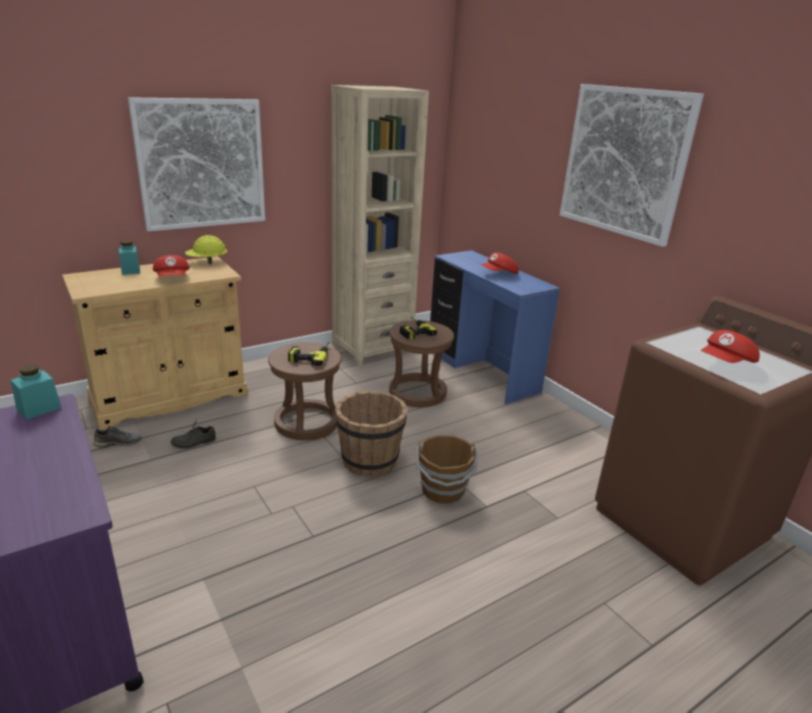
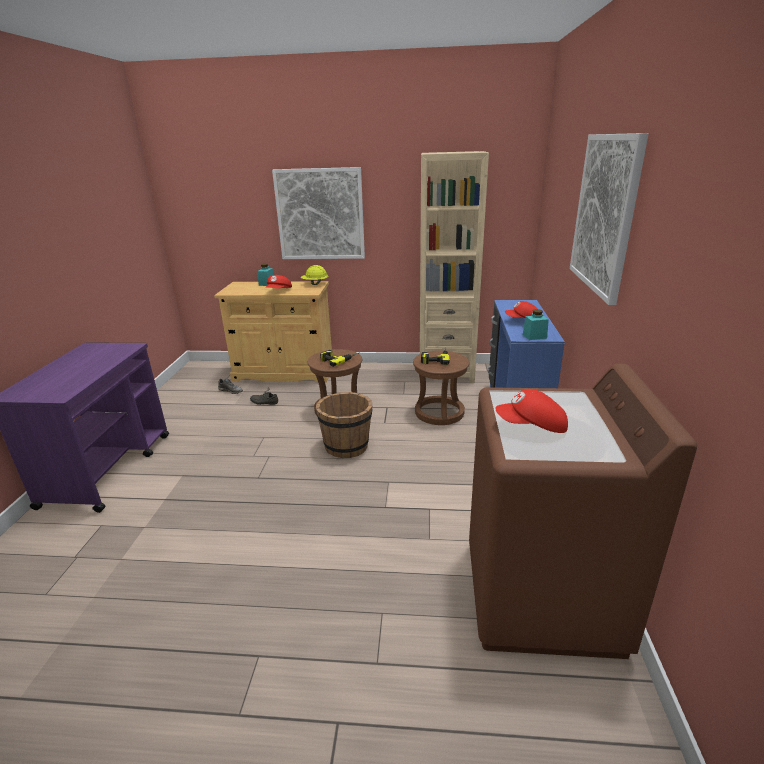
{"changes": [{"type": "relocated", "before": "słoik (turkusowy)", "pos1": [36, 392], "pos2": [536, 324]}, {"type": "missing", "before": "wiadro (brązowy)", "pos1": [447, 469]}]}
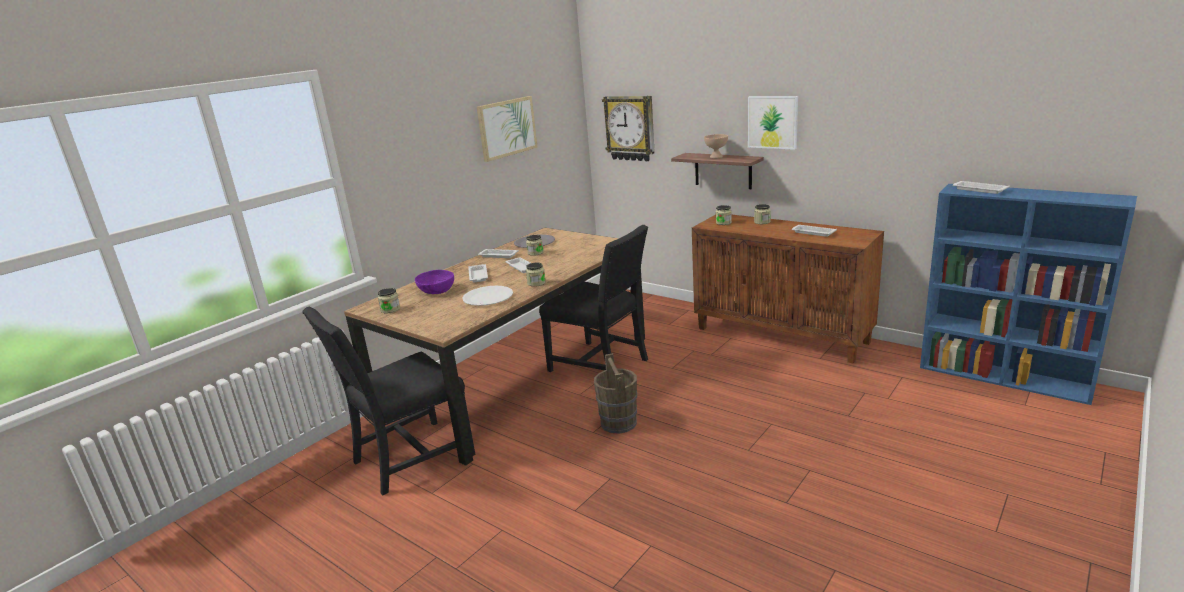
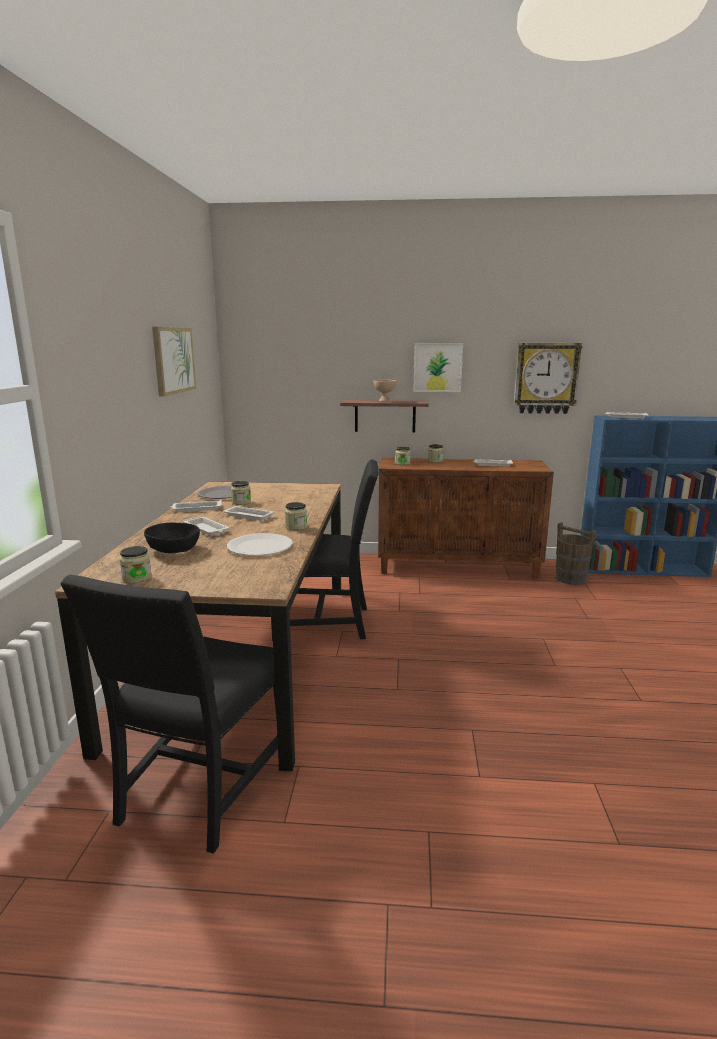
{"changes": [{"type": "colour", "before": "miska (fioletowy)", "after": "miska (czarny)", "pos1": [434, 282], "pos2": [172, 538]}, {"type": "relocated", "before": "zegar ścienny", "pos1": [628, 128], "pos2": [548, 378]}, {"type": "relocated", "before": "wiadro (brązowy)", "pos1": [615, 393], "pos2": [576, 553]}]}
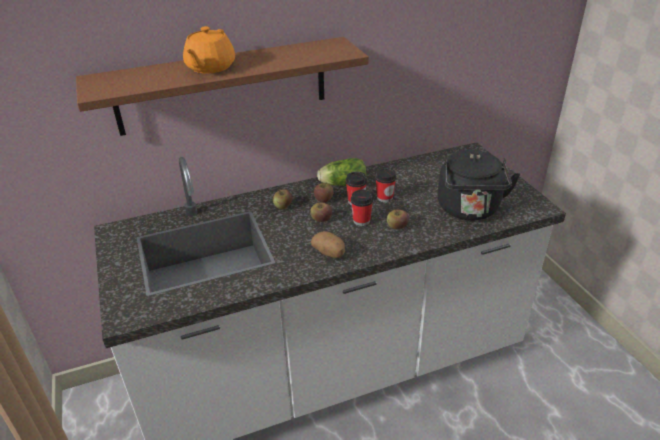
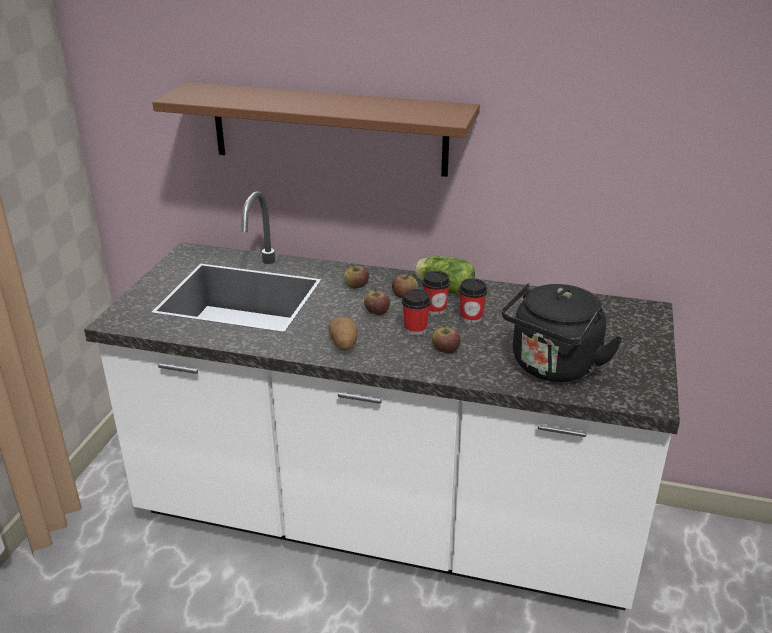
{"changes": [{"type": "missing", "before": "imbryk (pomarańczowy)", "pos1": [209, 50]}]}
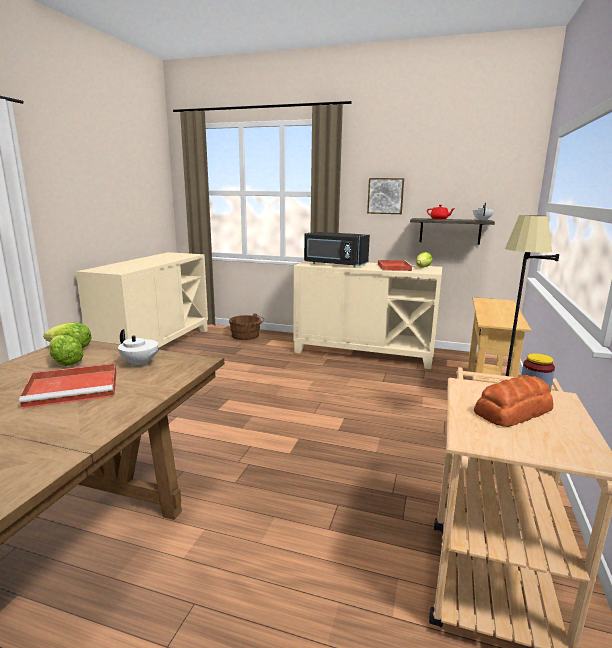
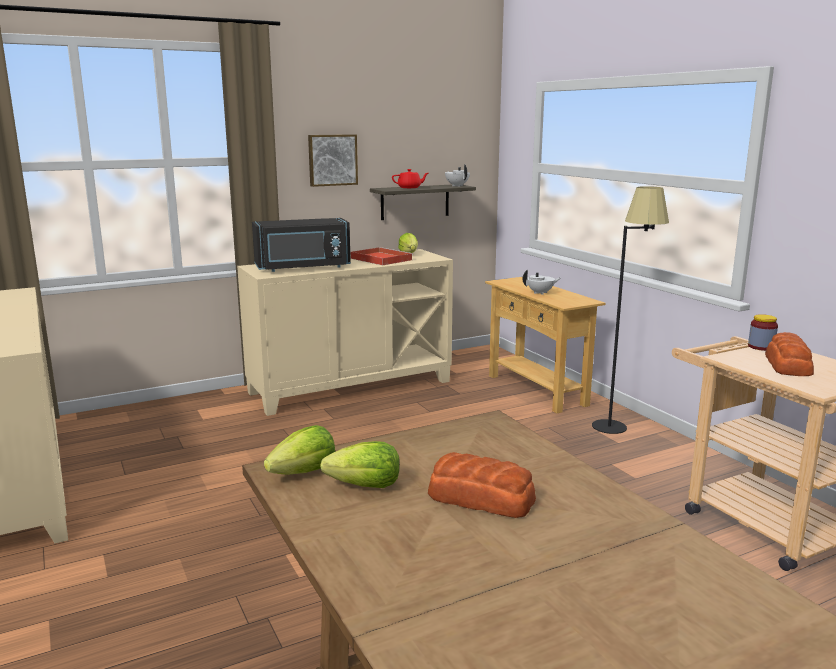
{"changes": [{"type": "exchanged", "before": "taca (czerwony)", "after": "chleb", "pos1": [67, 386], "pos2": [482, 485]}, {"type": "relocated", "before": "imbryk (biały)", "pos1": [139, 348], "pos2": [541, 282]}, {"type": "missing", "before": "wiadro (brązowy)", "pos1": [246, 326]}]}
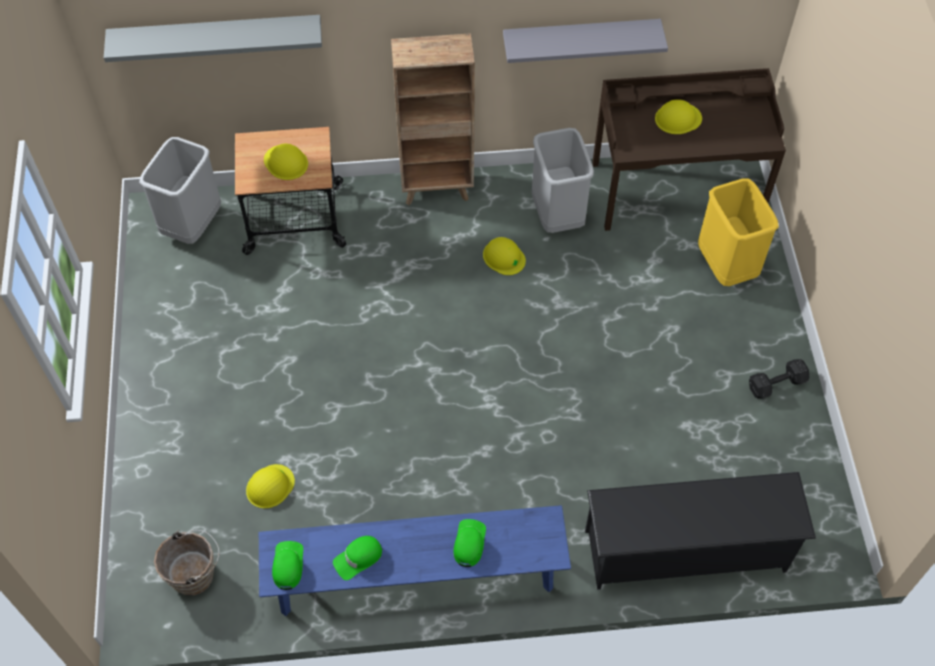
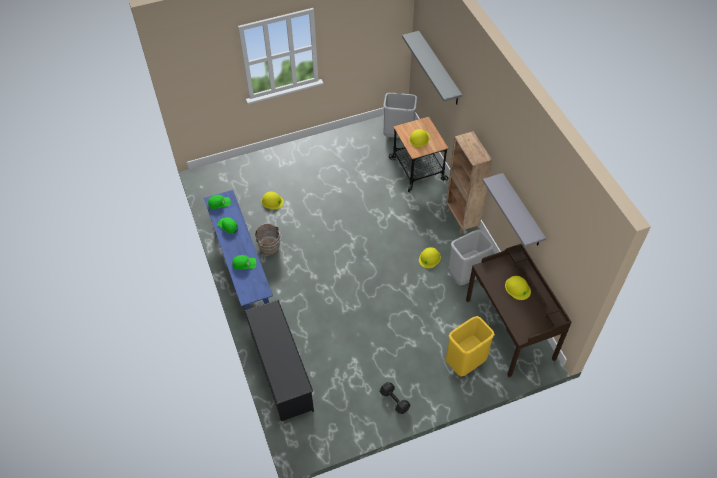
{"changes": [{"type": "relocated", "before": "wiadro (brązowy)", "pos1": [187, 563], "pos2": [268, 239]}]}
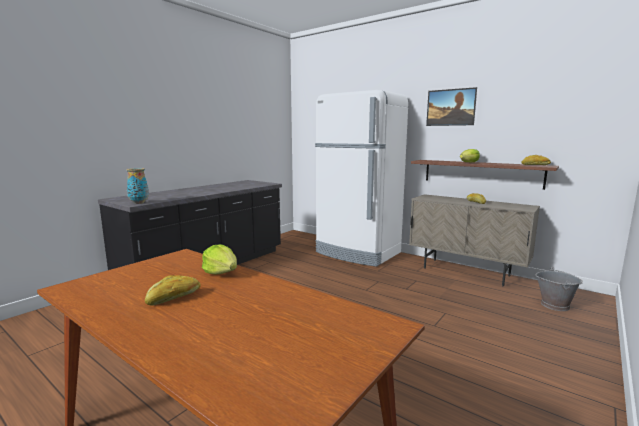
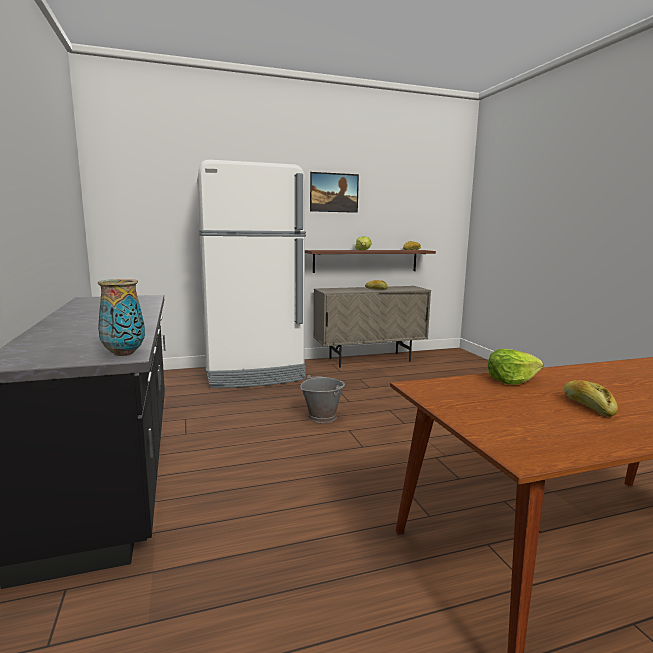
{"changes": [{"type": "relocated", "before": "wiadro (szary)", "pos1": [559, 289], "pos2": [322, 399]}]}
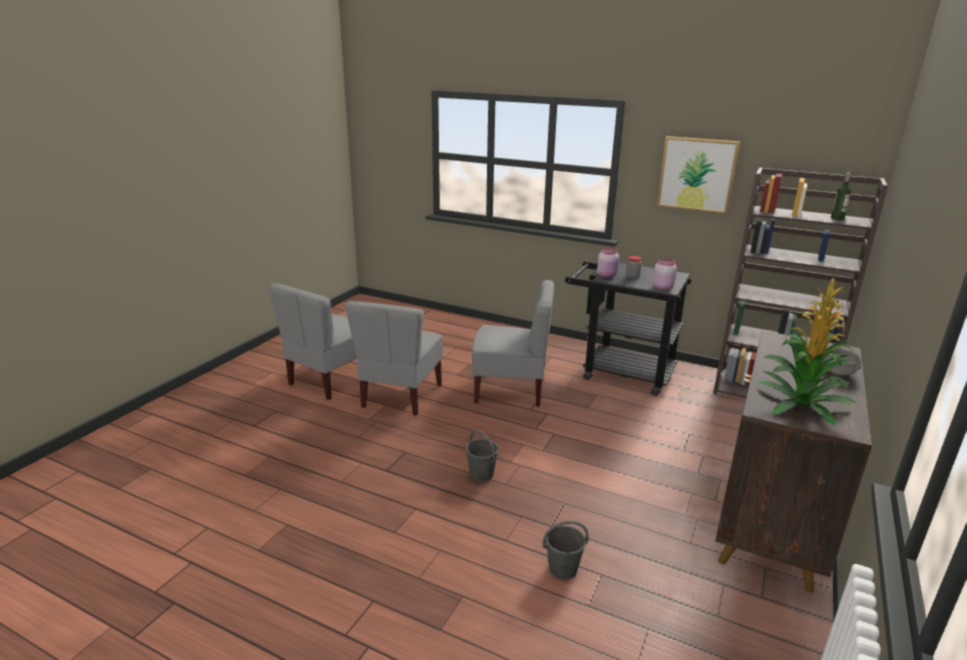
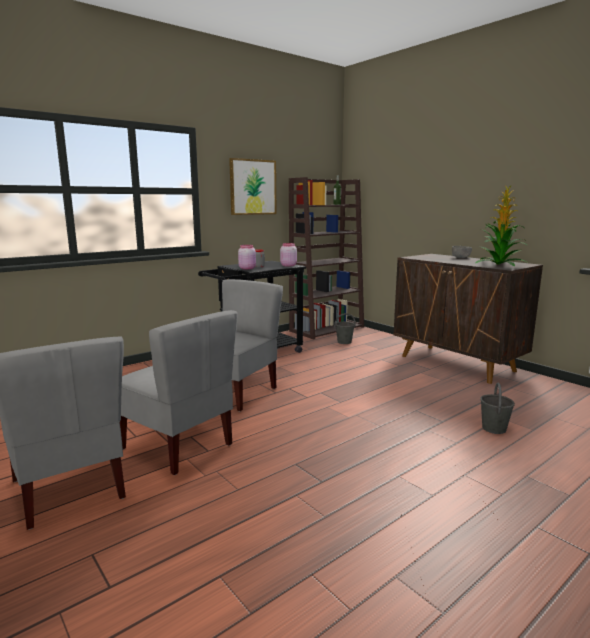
{"changes": [{"type": "relocated", "before": "wiadro (szary)", "pos1": [482, 456], "pos2": [345, 328]}]}
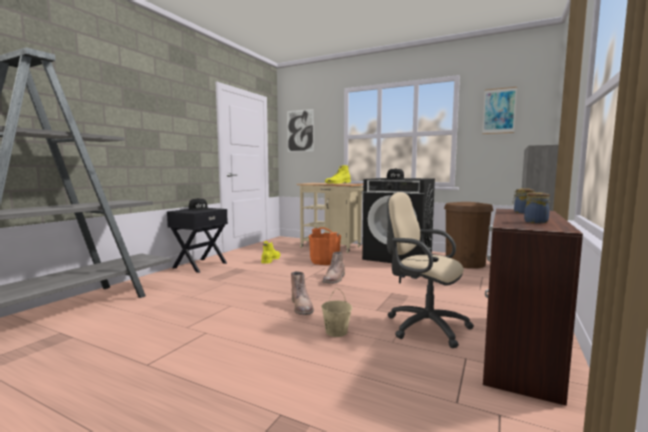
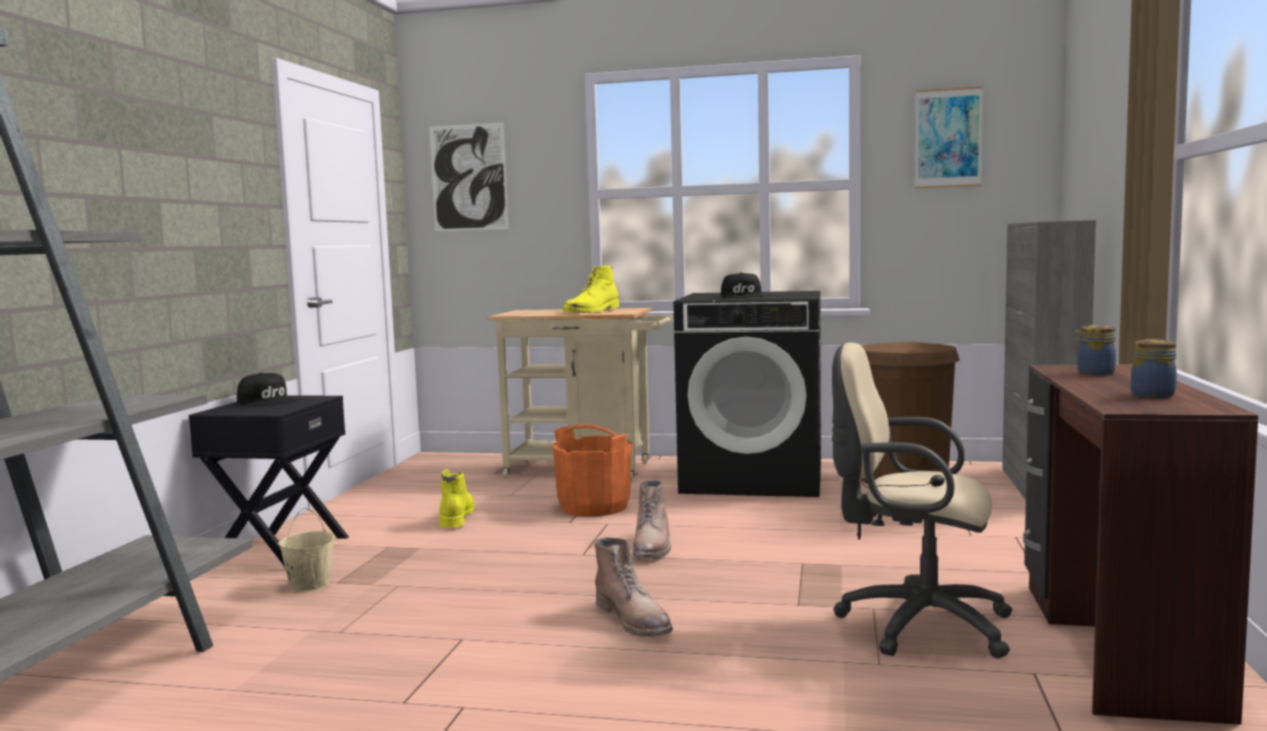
{"changes": [{"type": "relocated", "before": "wiadro (beżowy)", "pos1": [336, 312], "pos2": [306, 550]}]}
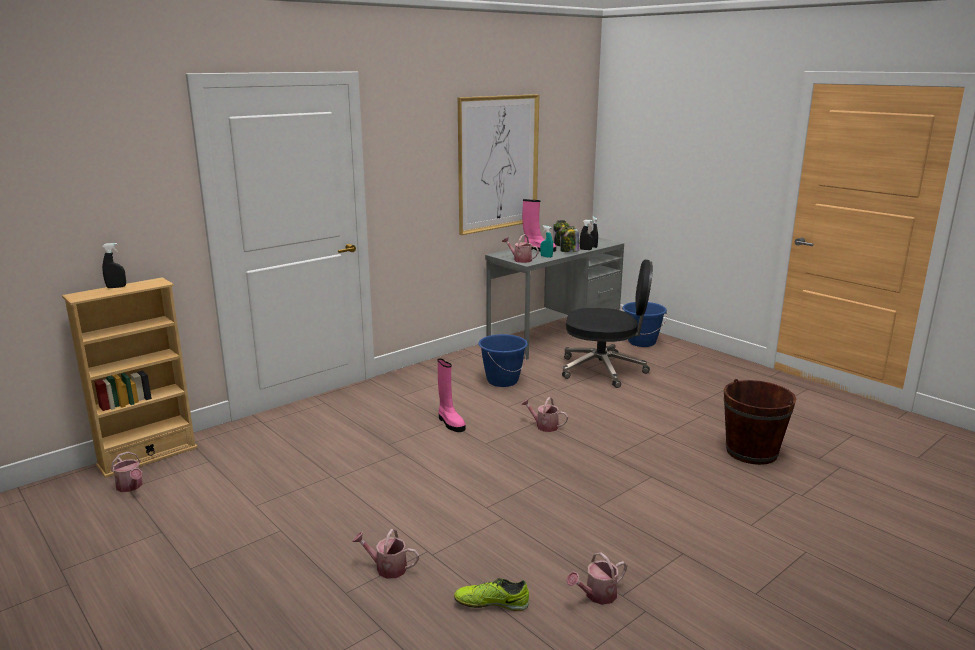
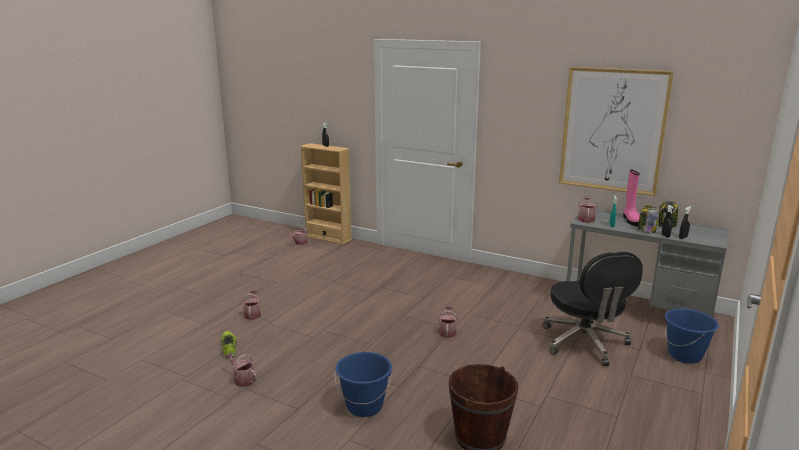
{"changes": [{"type": "relocated", "before": "wiadro (niebieski)", "pos1": [503, 360], "pos2": [363, 384]}, {"type": "missing", "before": "but z cholewką (różowy)", "pos1": [452, 395]}]}
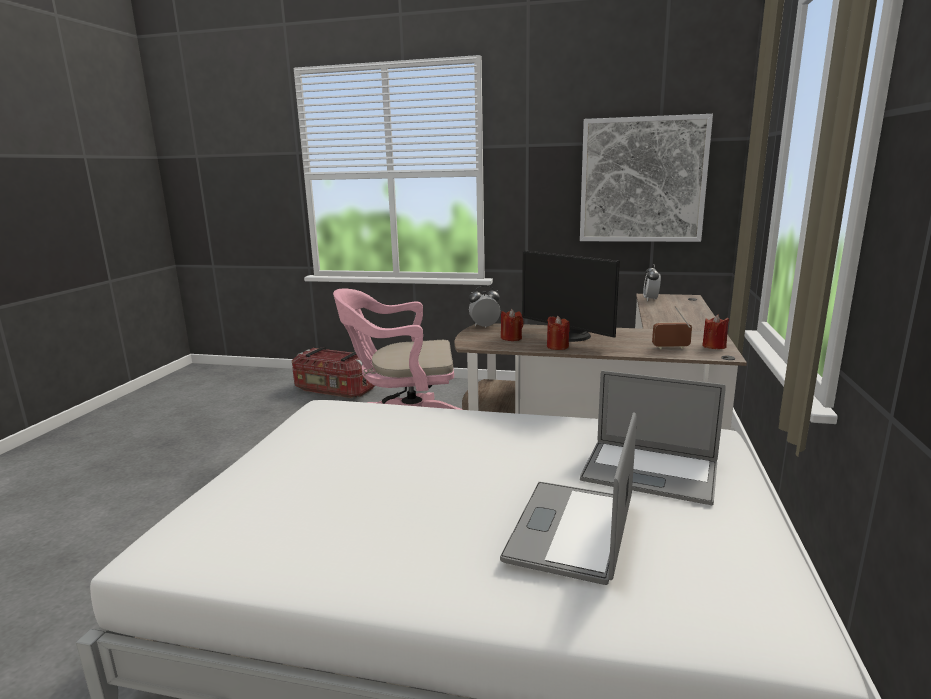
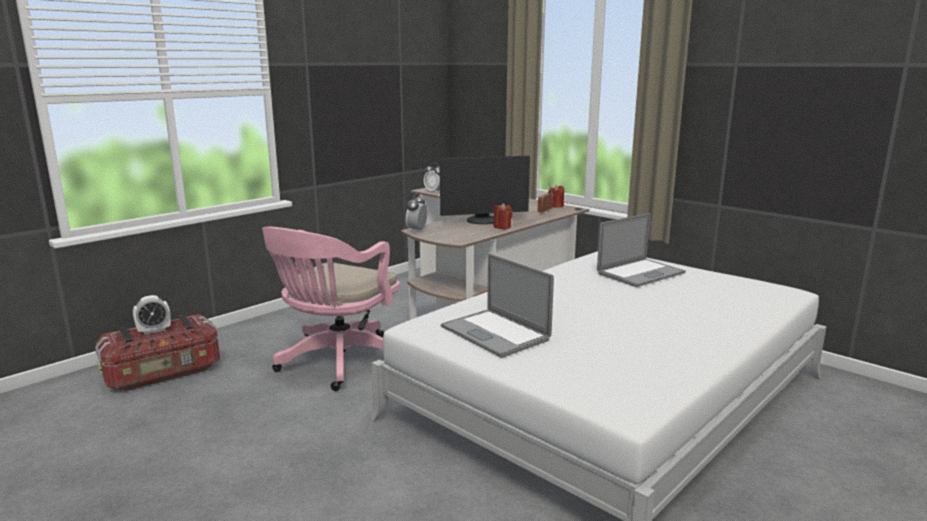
{"changes": [{"type": "appeared", "after": "budzik", "pos2": [152, 315]}, {"type": "relocated", "before": "laptop", "pos1": [568, 498], "pos2": [497, 305]}, {"type": "missing", "before": "świeca (czerwony)", "pos1": [512, 325]}, {"type": "missing", "before": "obraz", "pos1": [646, 178]}]}
